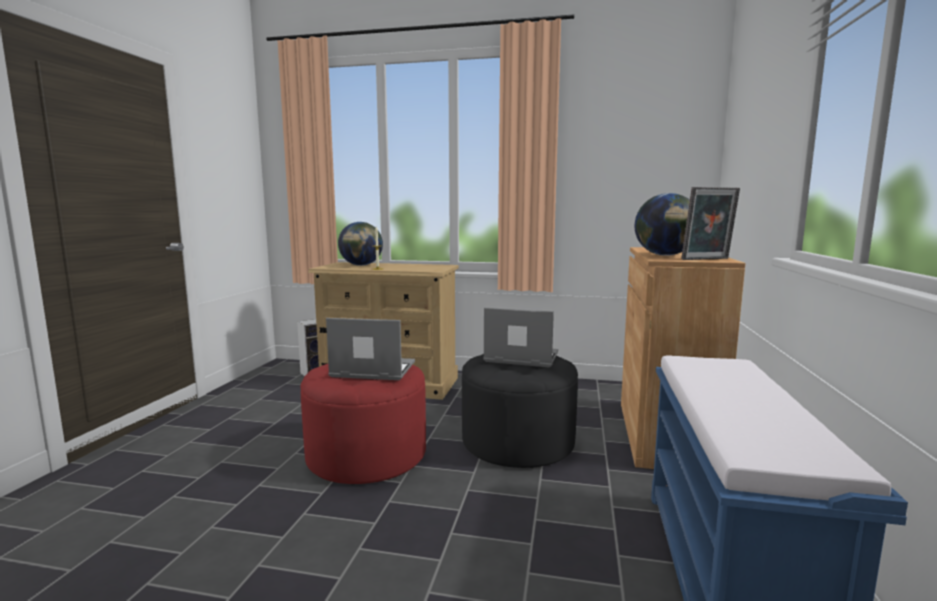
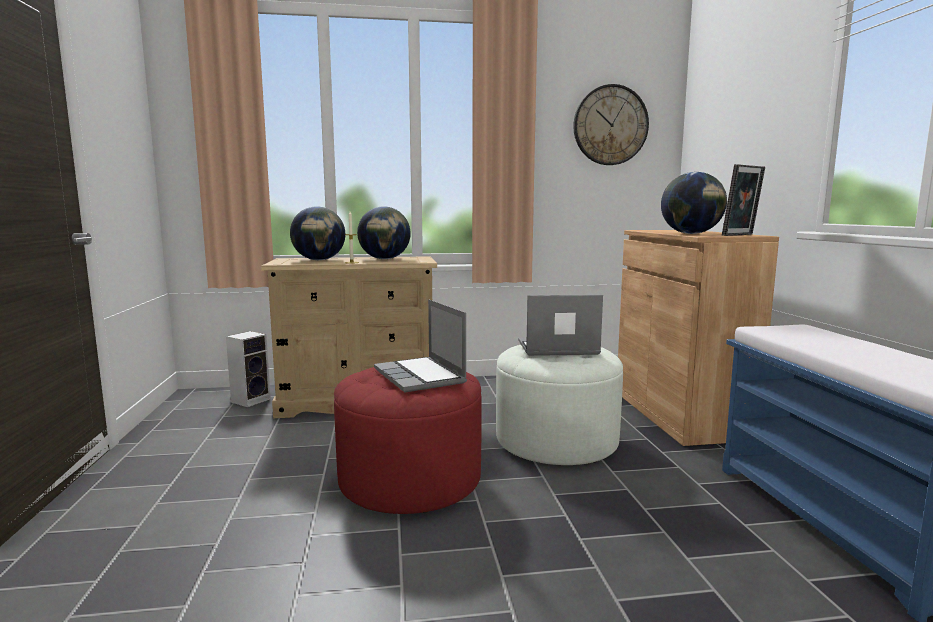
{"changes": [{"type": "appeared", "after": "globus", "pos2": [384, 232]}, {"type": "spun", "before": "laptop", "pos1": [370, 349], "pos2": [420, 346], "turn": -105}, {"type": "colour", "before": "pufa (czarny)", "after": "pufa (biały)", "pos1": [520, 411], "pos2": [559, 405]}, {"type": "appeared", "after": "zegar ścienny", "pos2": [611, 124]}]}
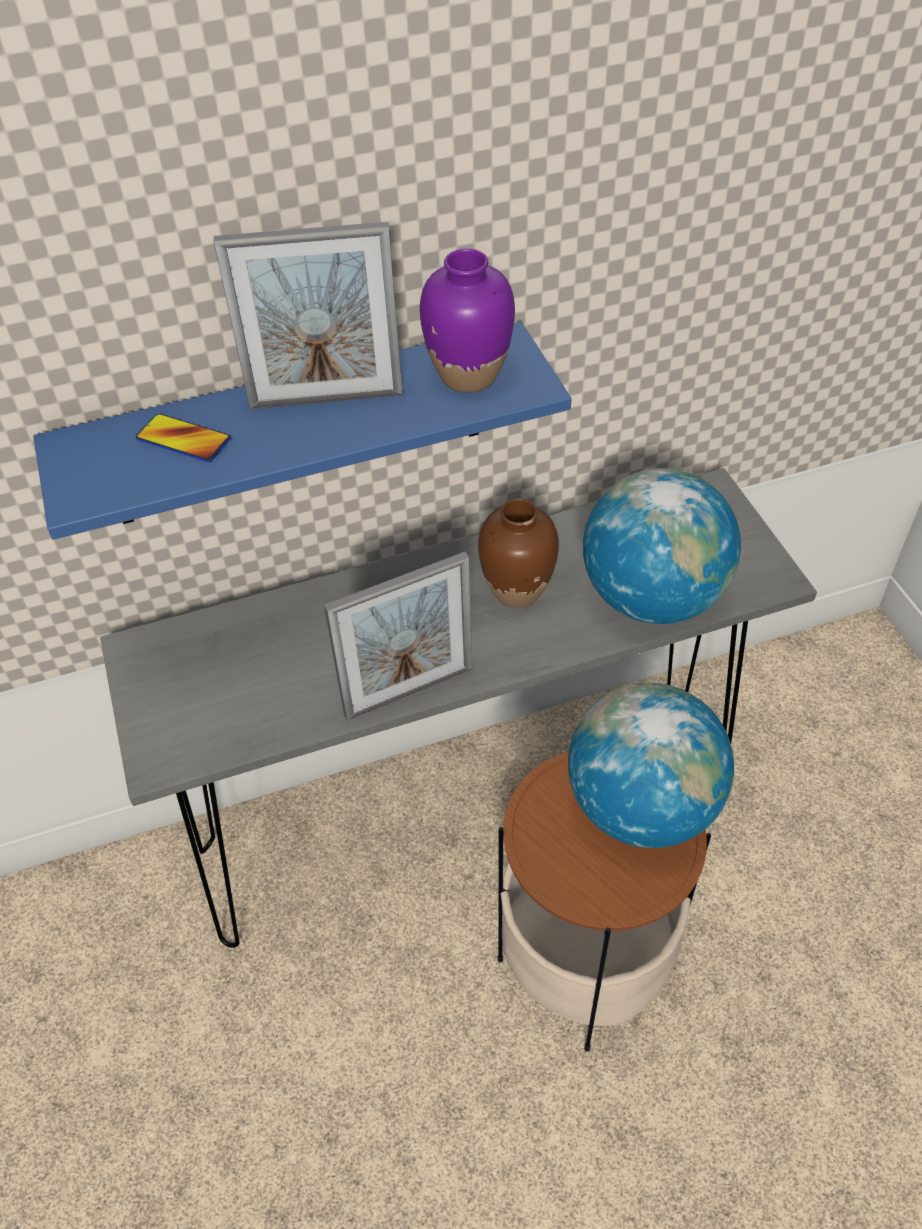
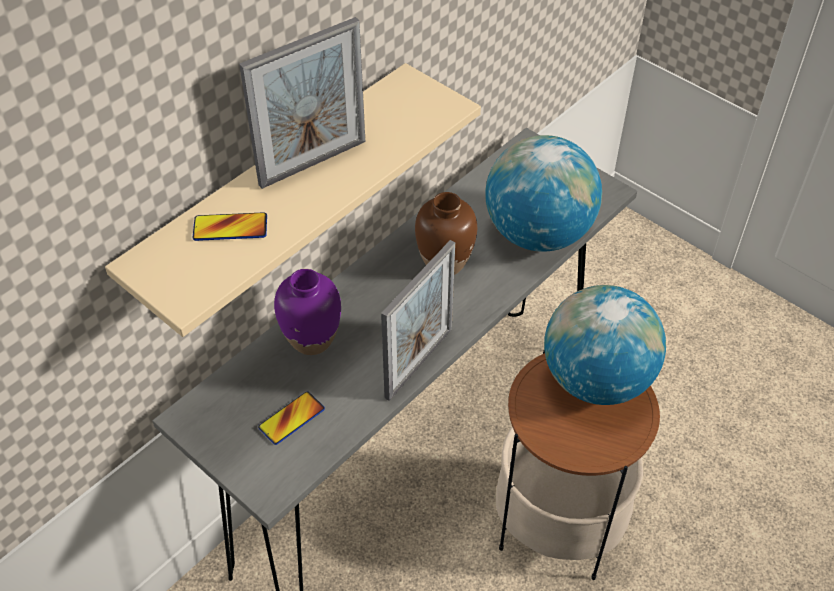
{"changes": [{"type": "colour", "before": "półka (niebieski)", "after": "półka (beżowy)", "pos1": [302, 431], "pos2": [293, 200]}, {"type": "appeared", "after": "telefon", "pos2": [291, 418]}, {"type": "relocated", "before": "wazon (fioletowy)", "pos1": [467, 320], "pos2": [307, 312]}]}
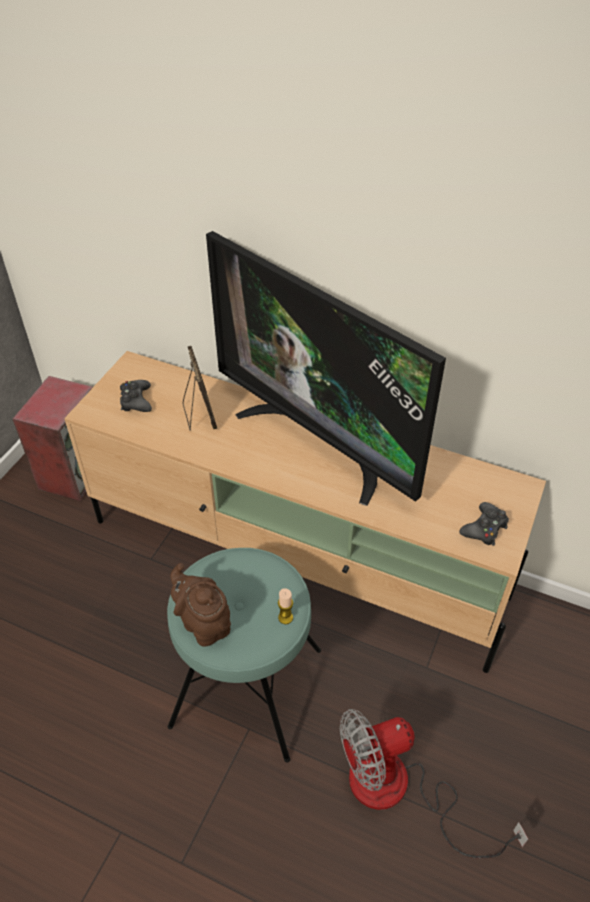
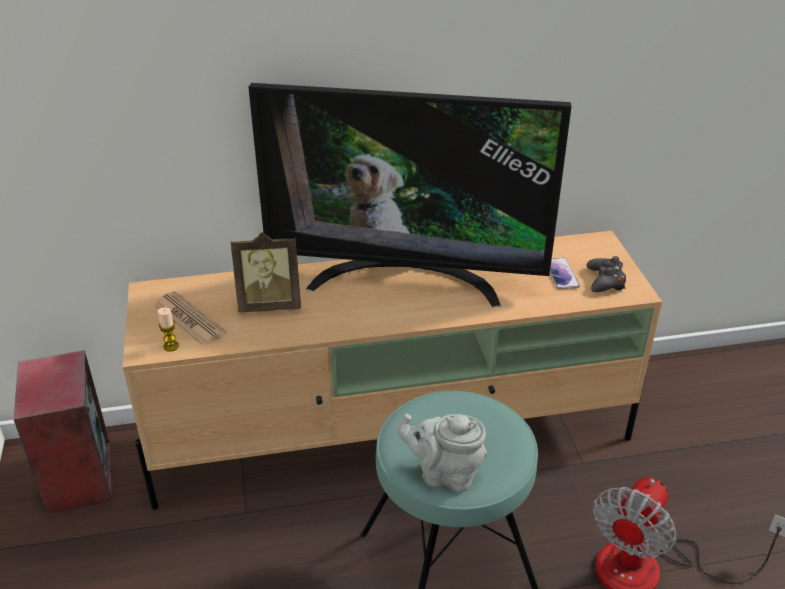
{"changes": [{"type": "exchanged", "before": "pad do gier (czarny)", "after": "gazeta", "pos1": [136, 396], "pos2": [190, 318]}, {"type": "relocated", "before": "świeca", "pos1": [285, 606], "pos2": [168, 329]}, {"type": "spun", "before": "ramka na zdjęcie", "pos1": [200, 388], "pos2": [266, 272], "turn": 135}, {"type": "colour", "before": "imbryk (brązowy)", "after": "imbryk (szary)", "pos1": [200, 605], "pos2": [442, 453]}, {"type": "appeared", "after": "telefon", "pos2": [565, 274]}]}
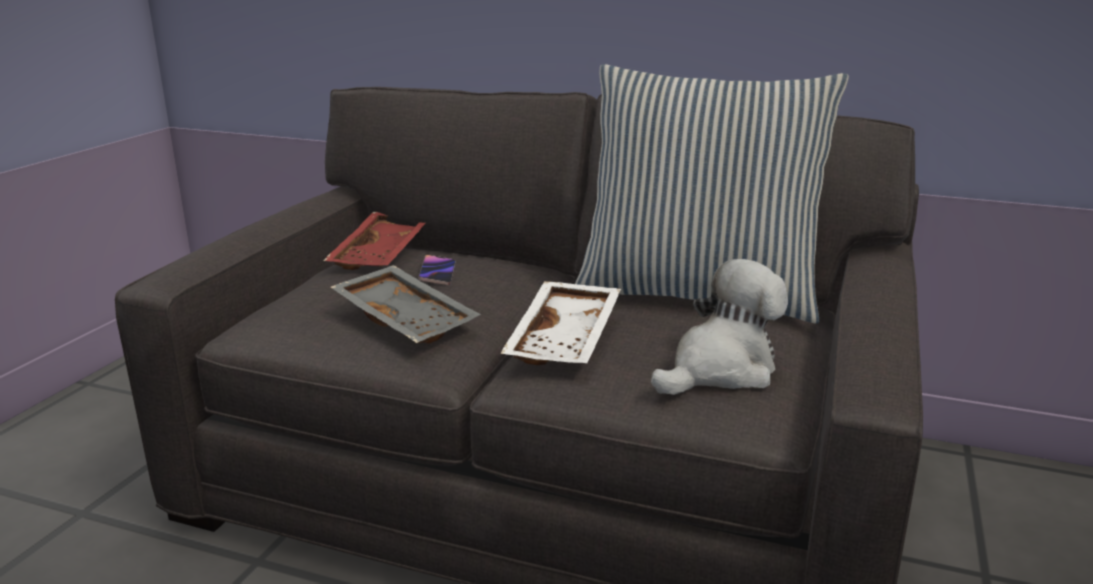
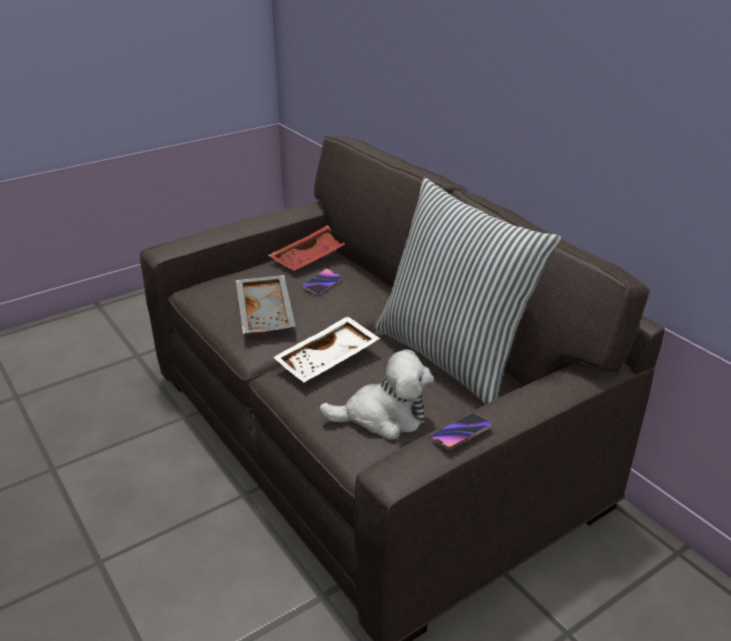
{"changes": [{"type": "appeared", "after": "telefon", "pos2": [461, 431]}]}
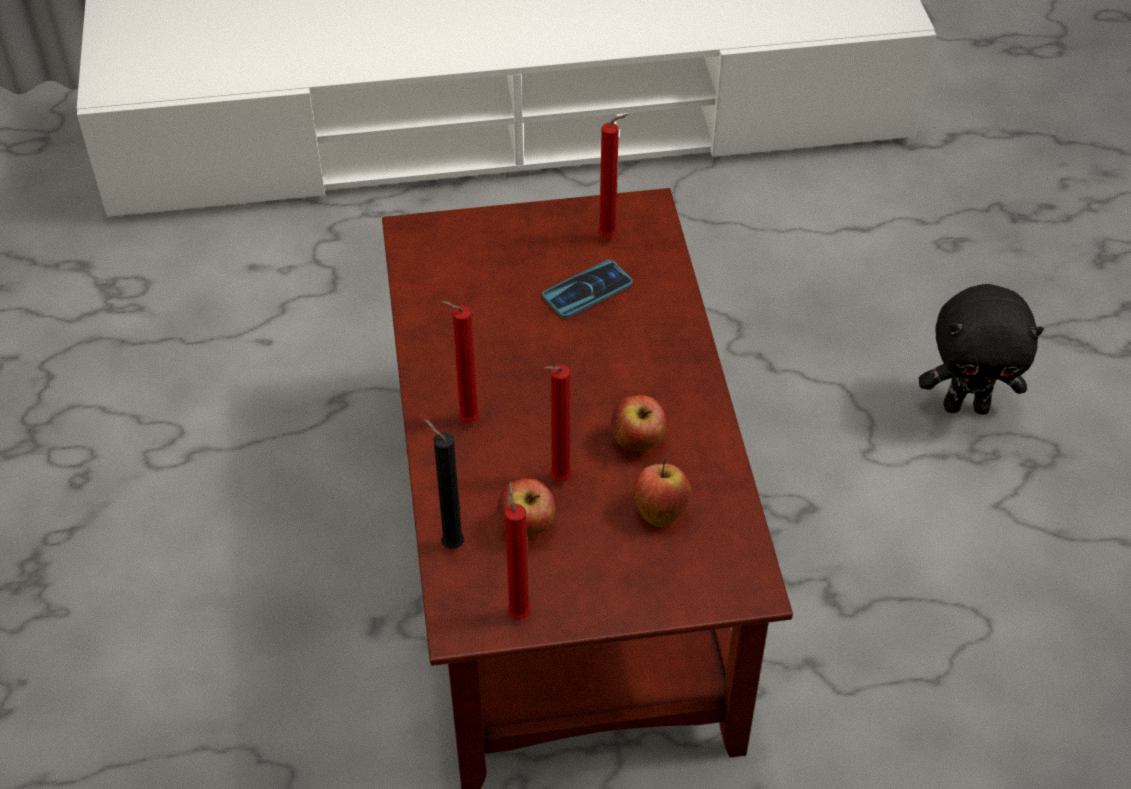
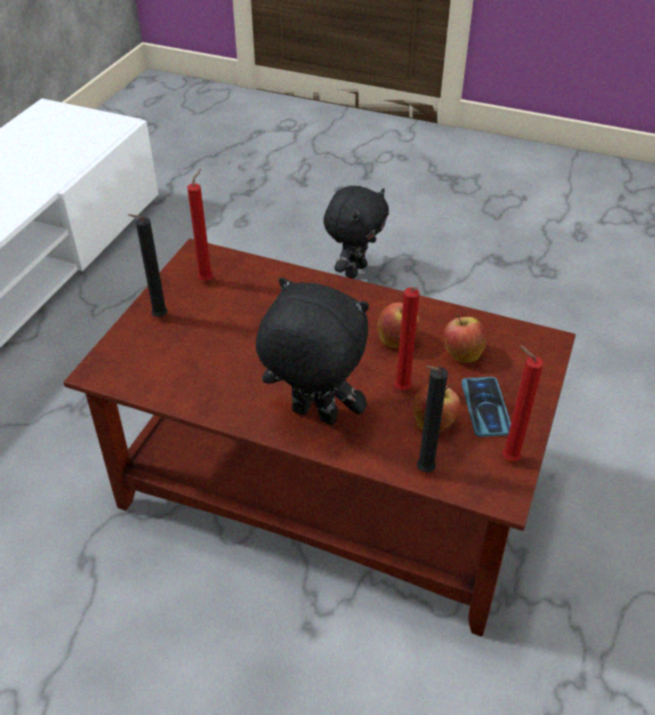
{"changes": [{"type": "appeared", "after": "świeca (czarny)", "pos2": [148, 265]}, {"type": "exchanged", "before": "świeca (czerwony)", "after": "pluszak (czarny)", "pos1": [460, 362], "pos2": [312, 351]}, {"type": "relocated", "before": "telefon", "pos1": [587, 289], "pos2": [486, 407]}]}
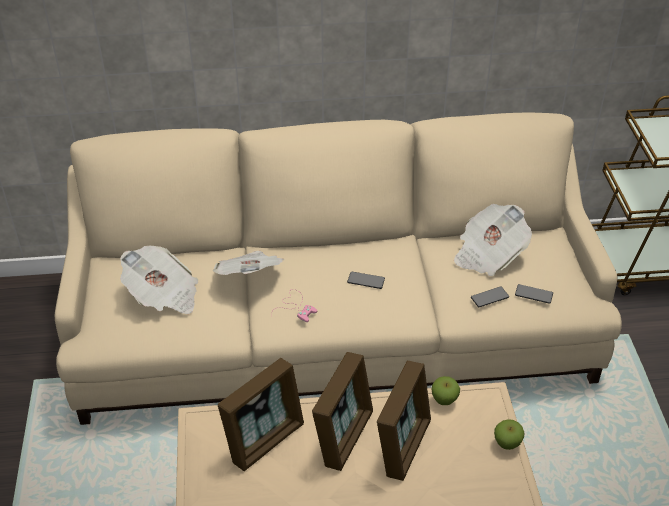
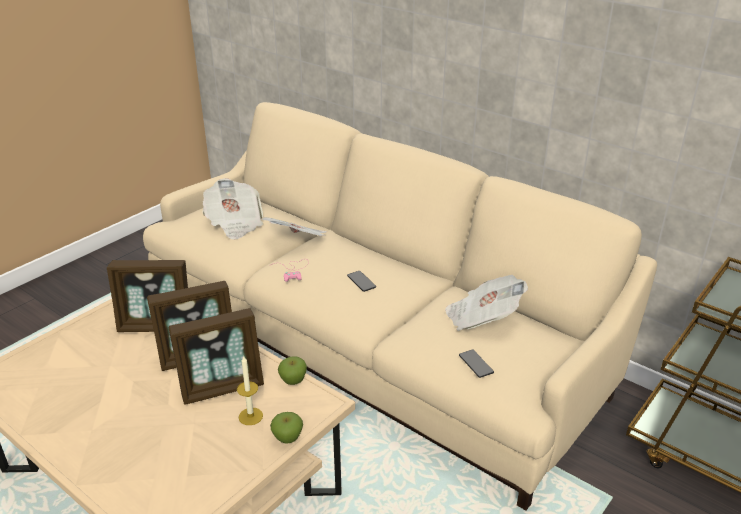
{"changes": [{"type": "appeared", "after": "świeca", "pos2": [250, 390]}, {"type": "missing", "before": "telefon", "pos1": [490, 296]}]}
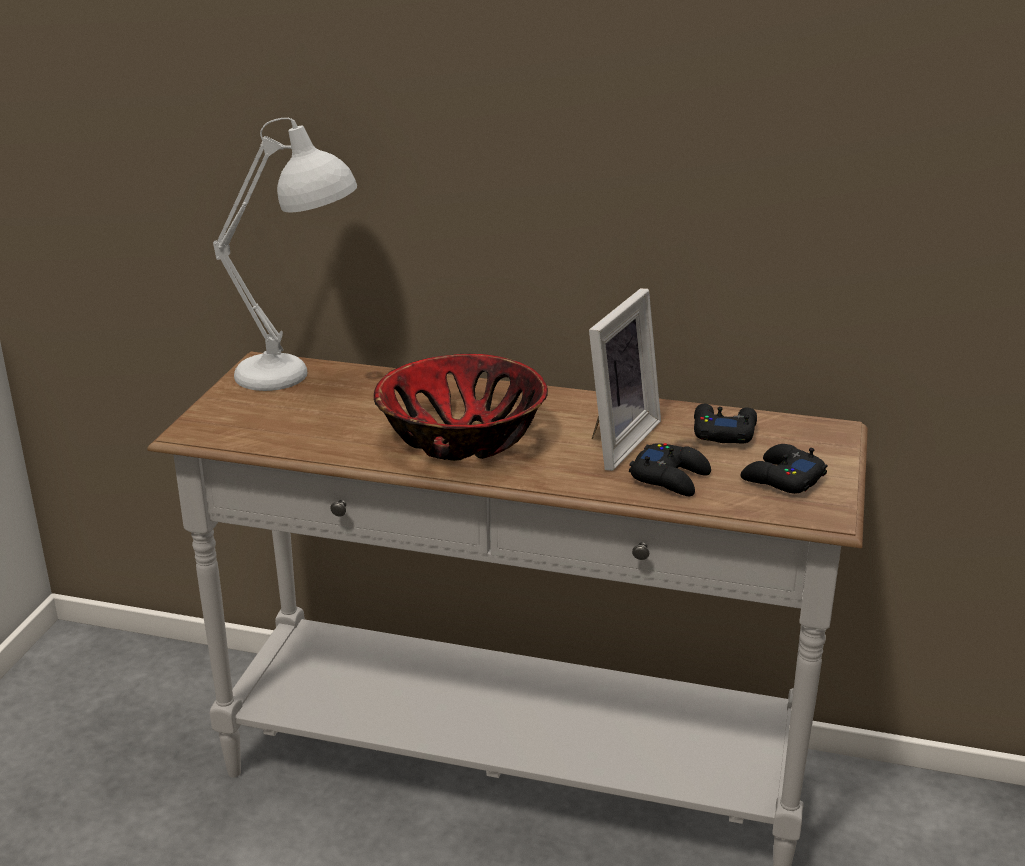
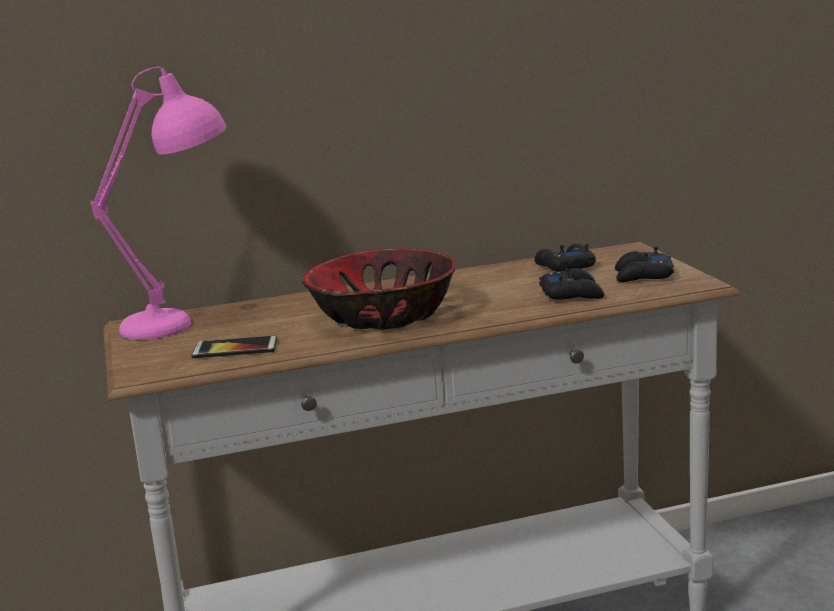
{"changes": [{"type": "colour", "before": "lampa stołowa (biały)", "after": "lampa stołowa (różowy)", "pos1": [285, 254], "pos2": [159, 203]}, {"type": "appeared", "after": "telefon", "pos2": [234, 347]}, {"type": "missing", "before": "ramka na zdjęcie", "pos1": [625, 379]}]}
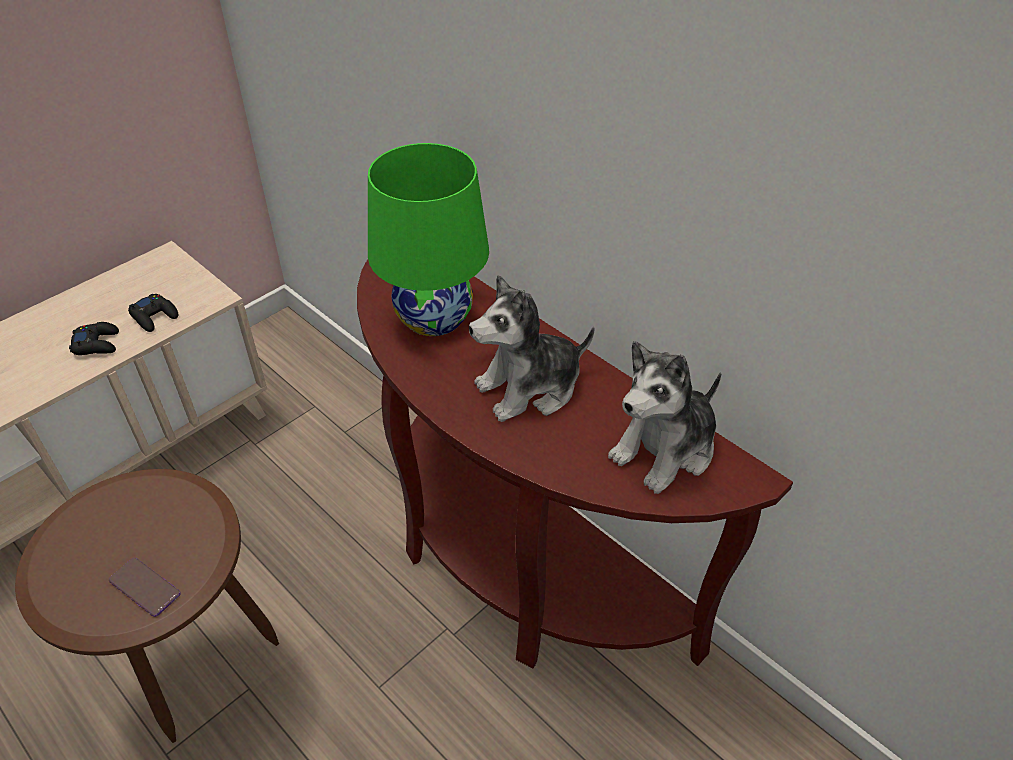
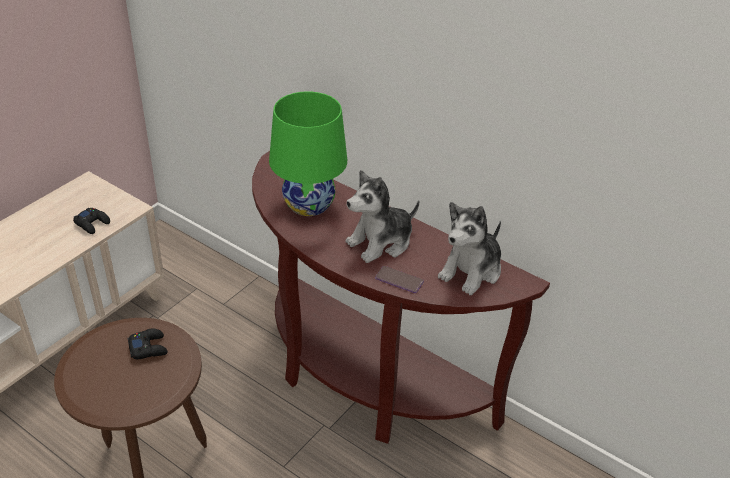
{"changes": [{"type": "relocated", "before": "pad do gier (czarny)", "pos1": [94, 338], "pos2": [147, 343]}, {"type": "relocated", "before": "telefon", "pos1": [145, 587], "pos2": [399, 279]}]}
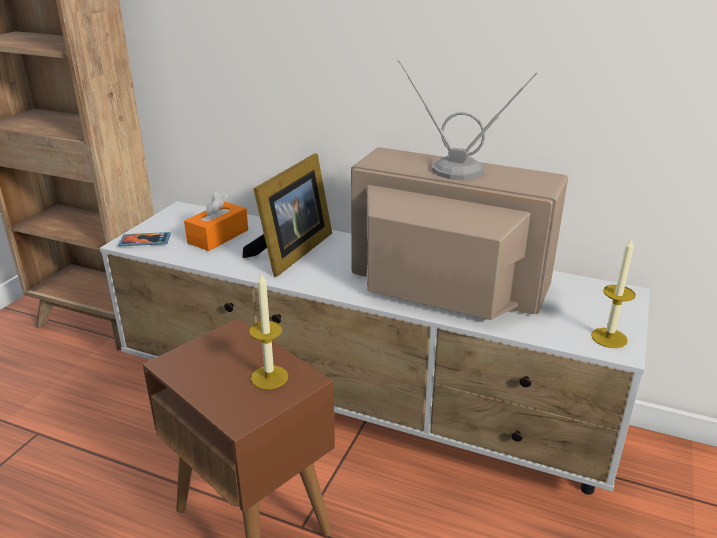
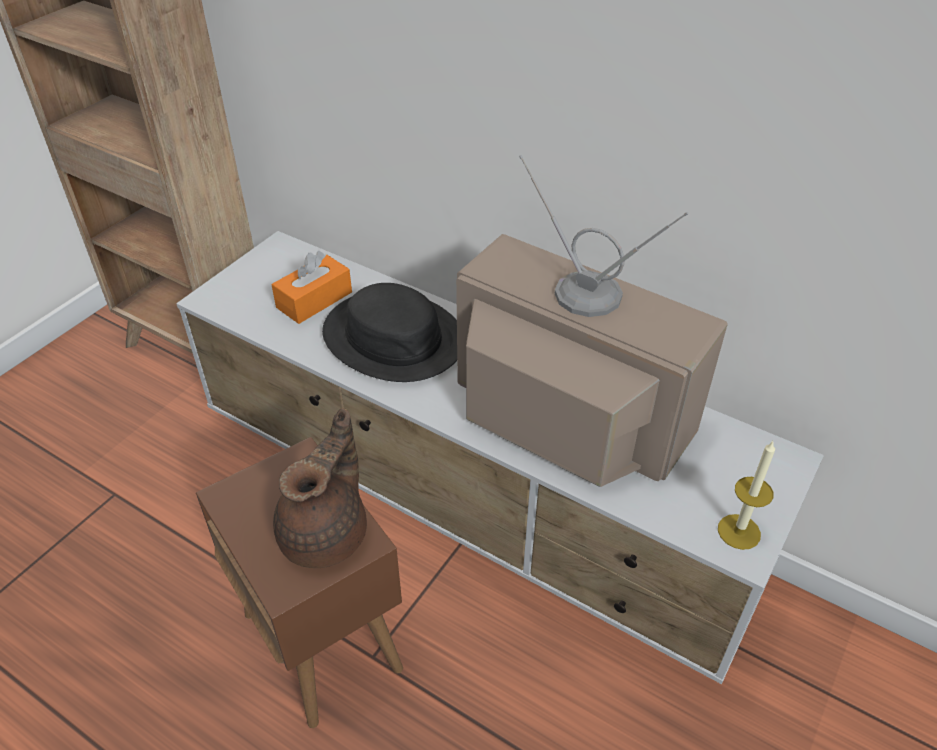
{"changes": [{"type": "exchanged", "before": "świeca", "after": "imbryk (brązowy)", "pos1": [268, 330], "pos2": [320, 488]}, {"type": "exchanged", "before": "ramka na zdjęcie", "after": "kapelusz (czarny)", "pos1": [287, 215], "pos2": [389, 332]}, {"type": "missing", "before": "telefon", "pos1": [144, 239]}]}
